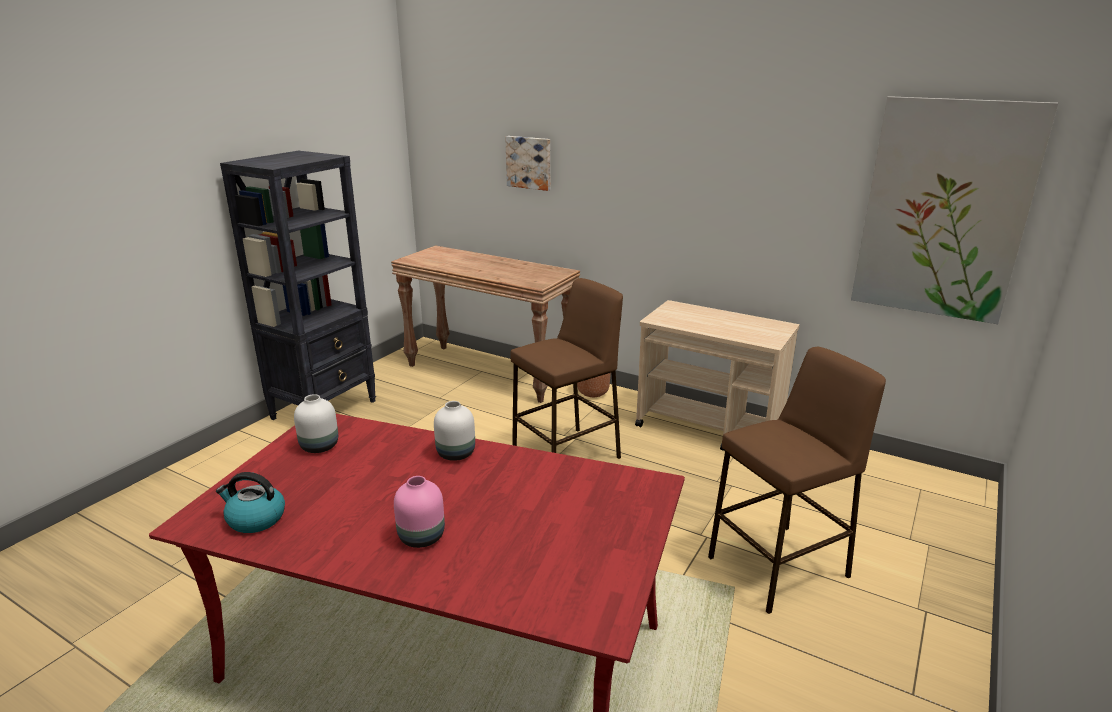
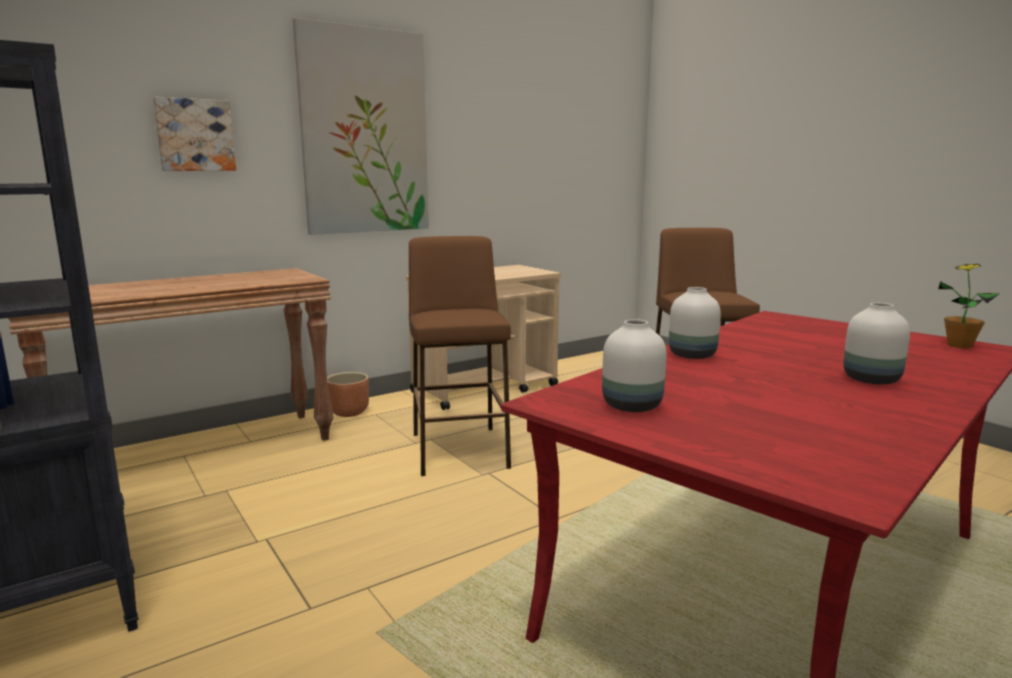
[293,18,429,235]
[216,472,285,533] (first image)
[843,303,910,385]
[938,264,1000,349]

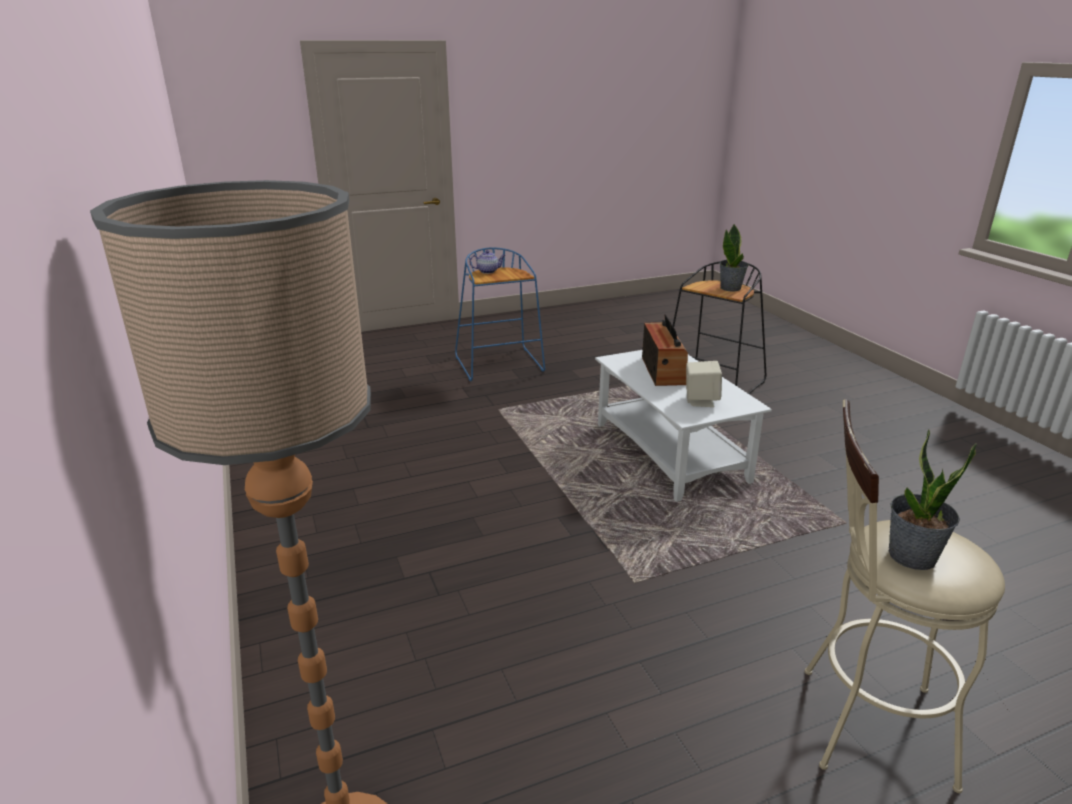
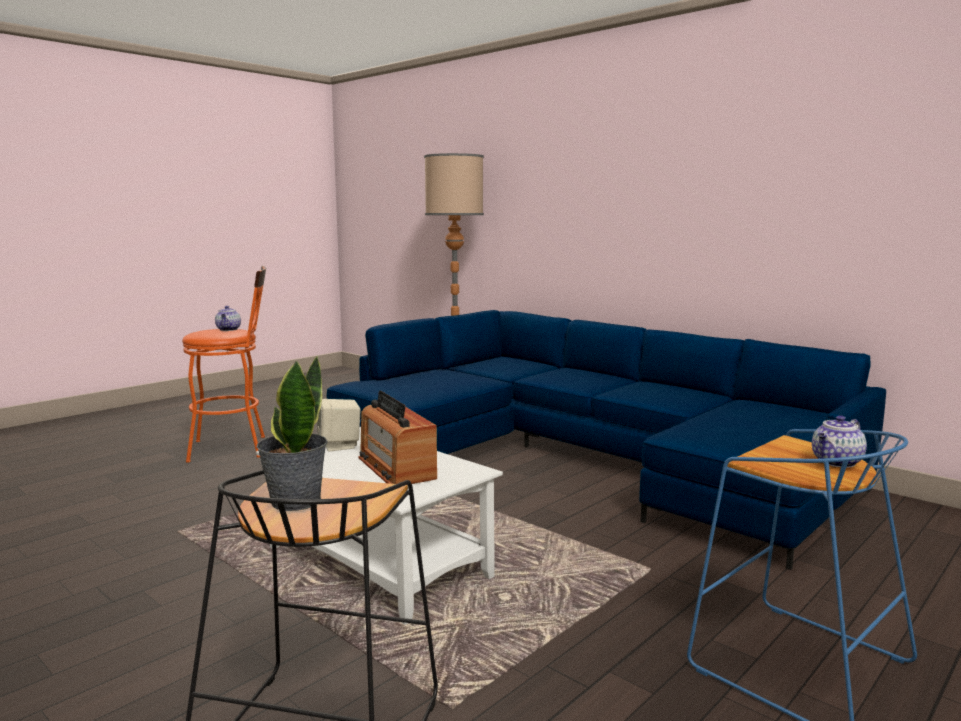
[182,266,266,463]
[215,306,241,331]
[327,310,886,570]

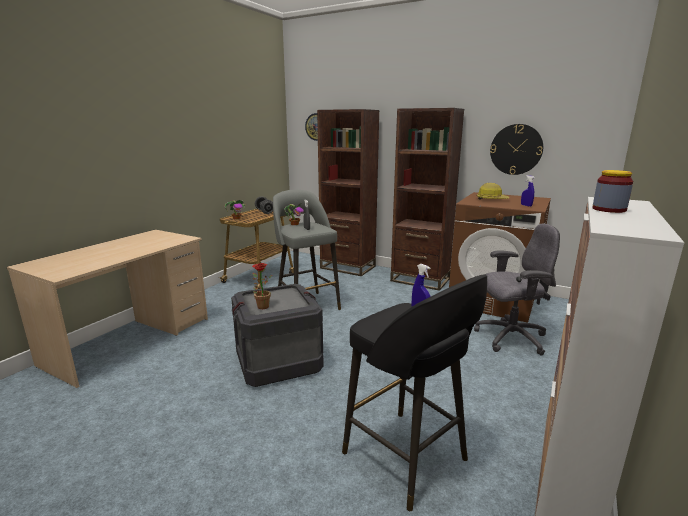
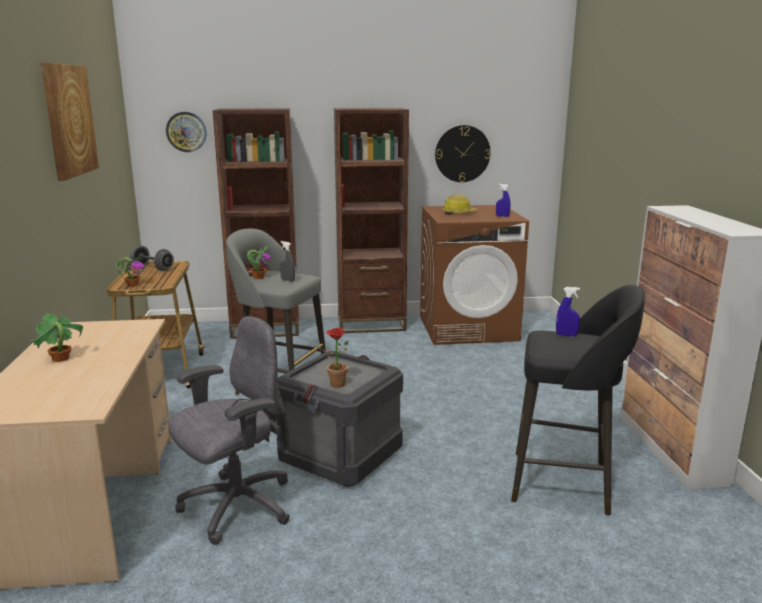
[592,170,633,213] (first image)
[168,316,290,545]
[41,62,99,181]
[29,314,83,362]

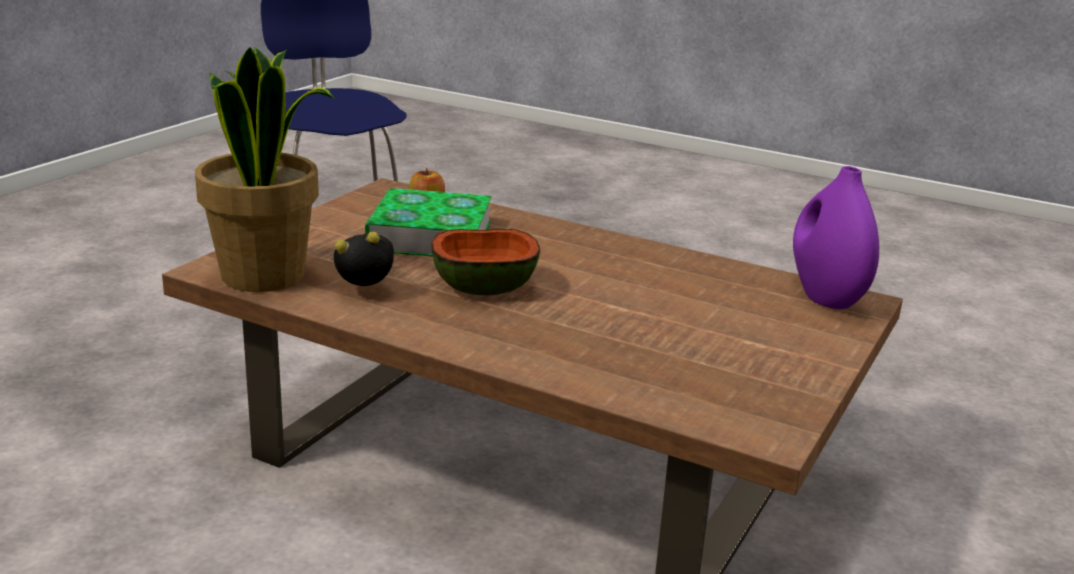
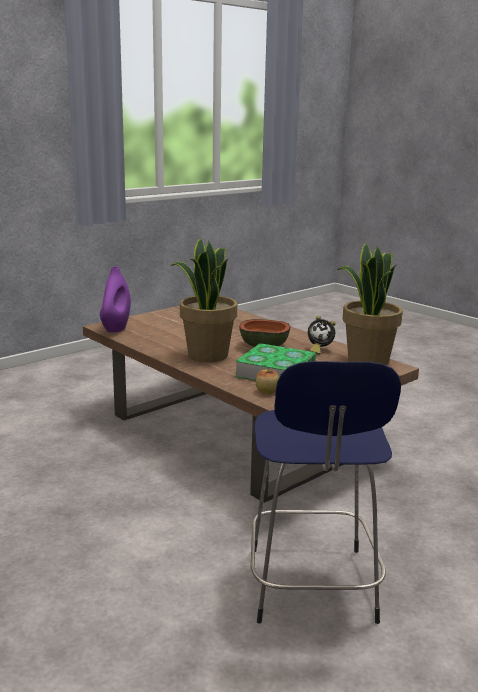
[171,238,237,362]

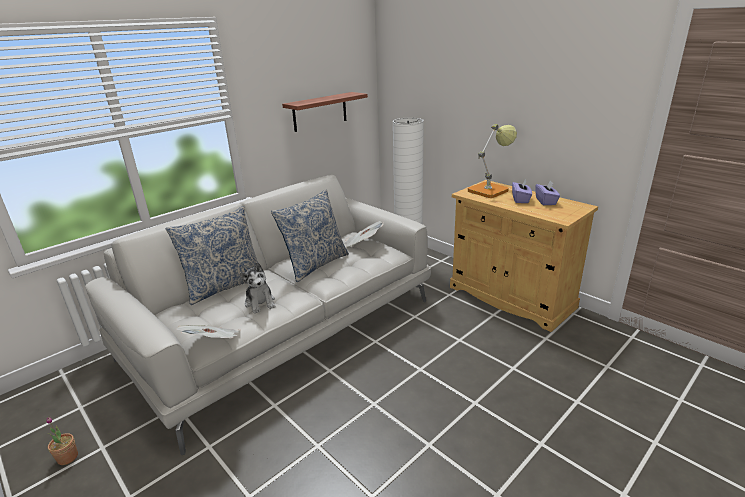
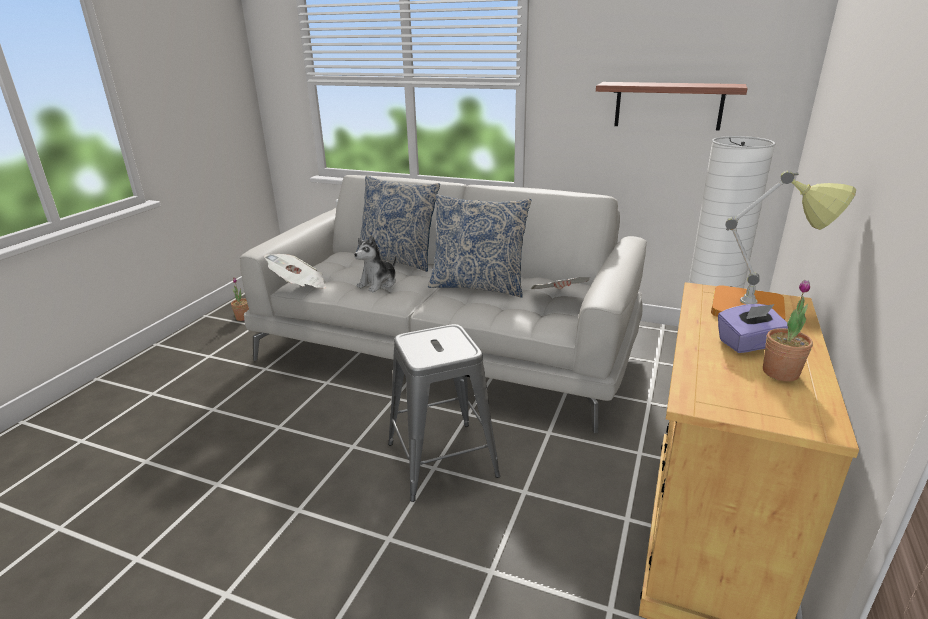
[763,280,813,382]
[388,324,500,502]

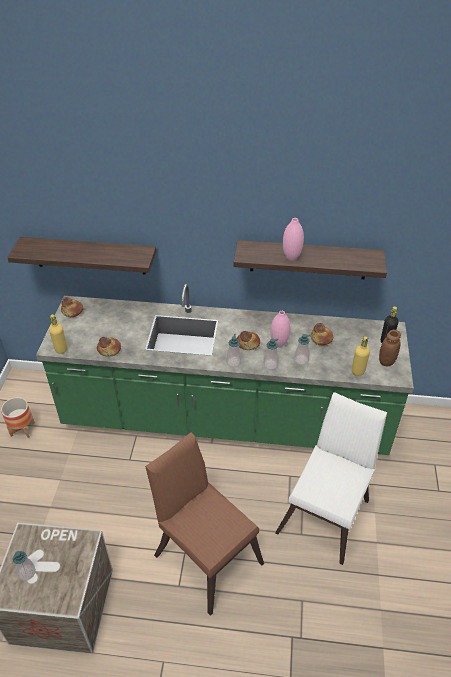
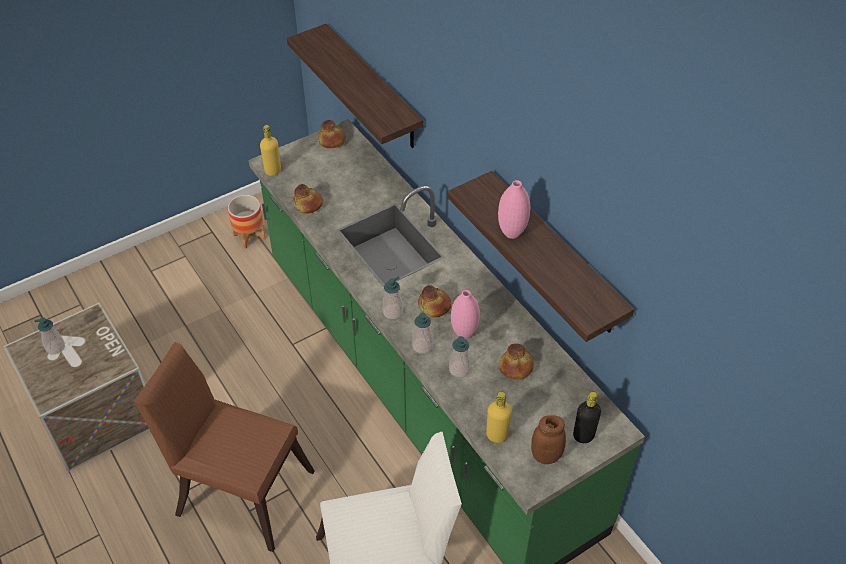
[134,342,314,552]

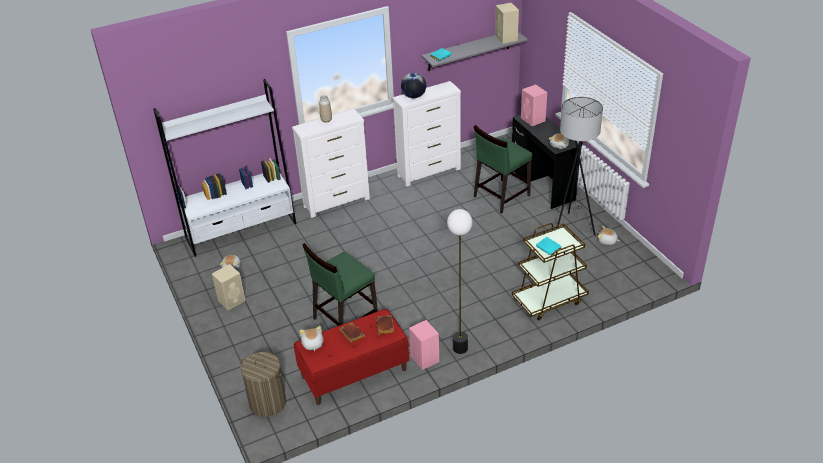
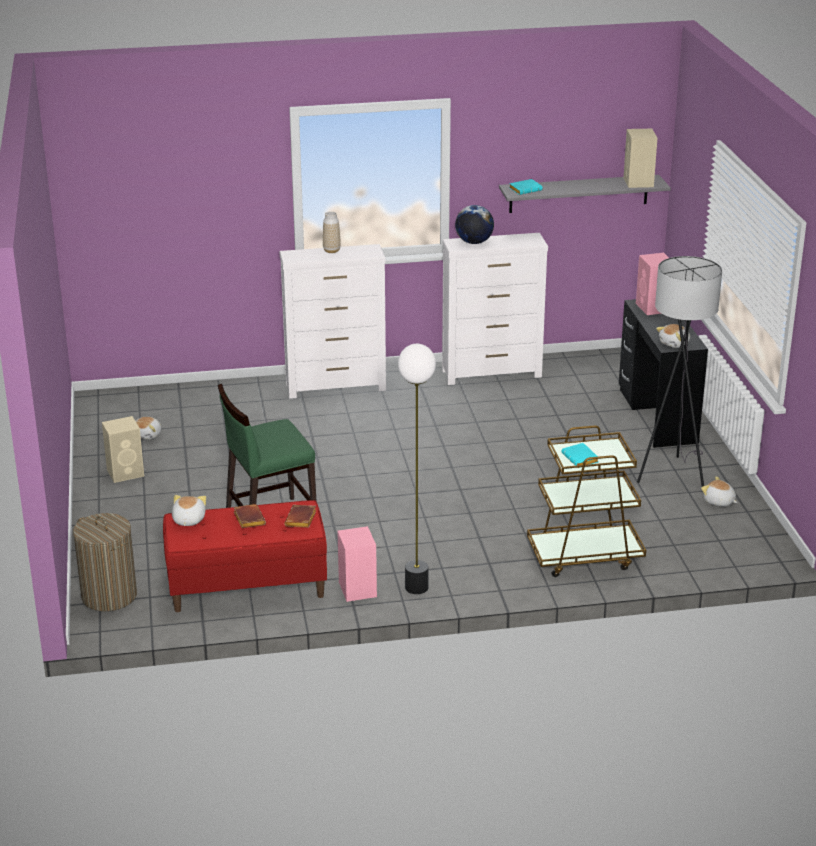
[153,79,296,257] (first image)
[474,125,532,214] (first image)

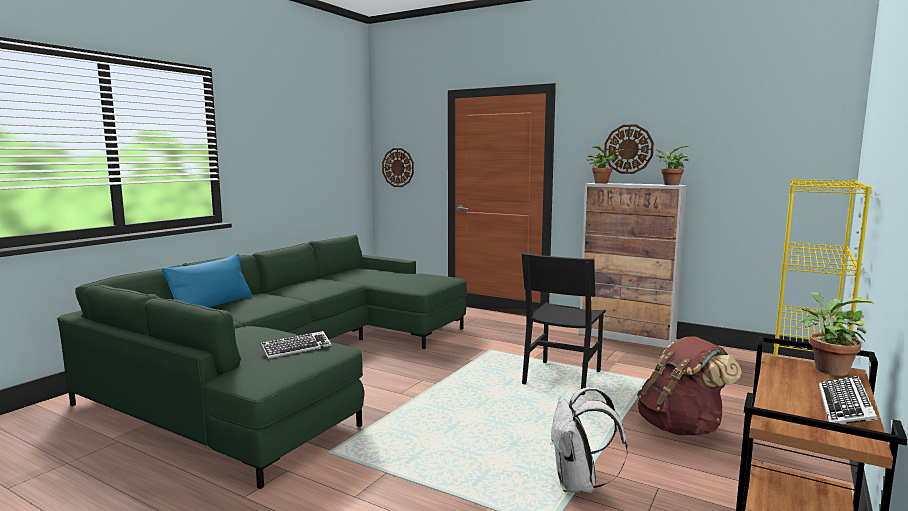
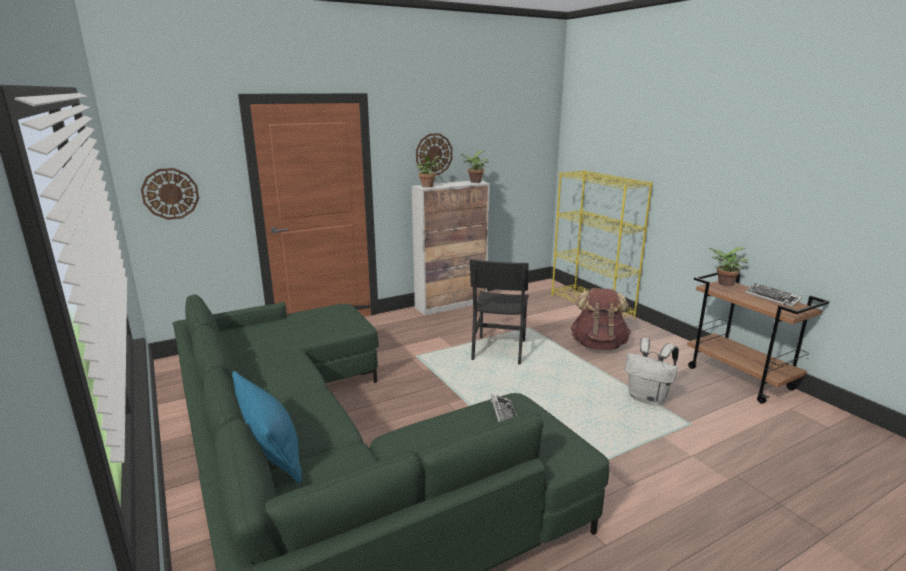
[470,259,529,365]

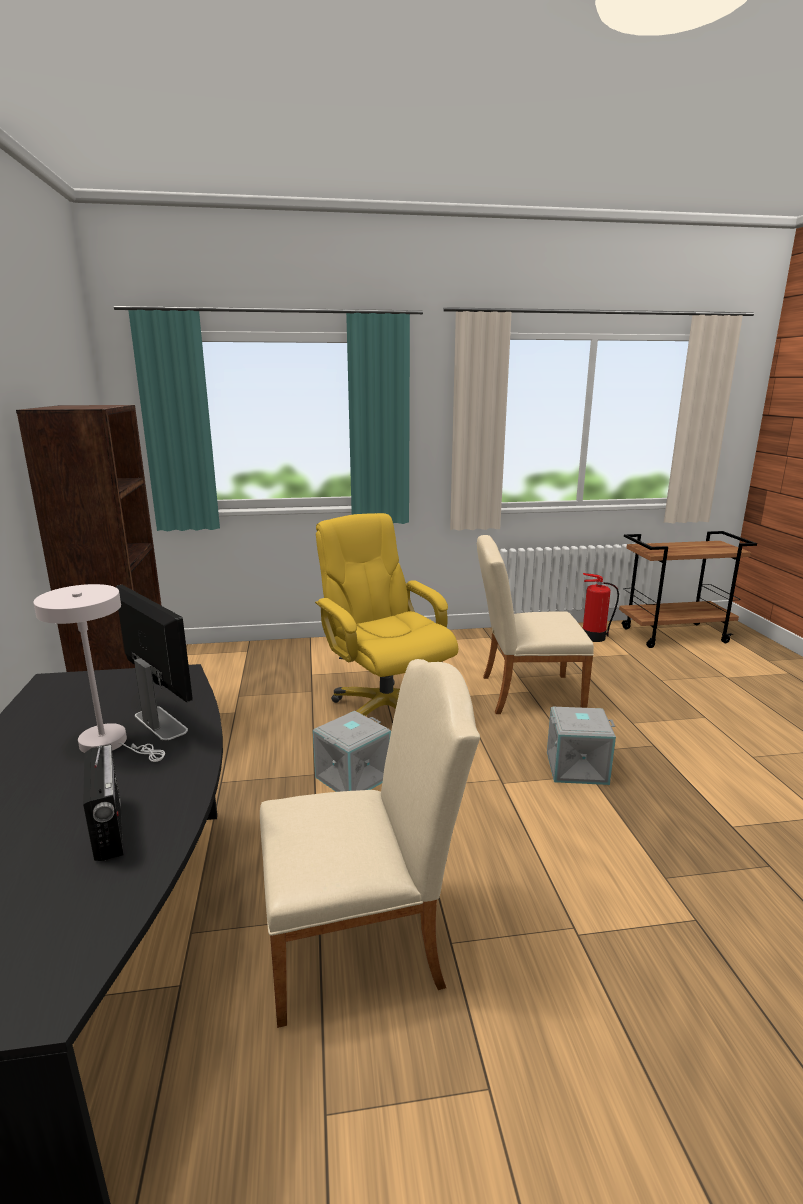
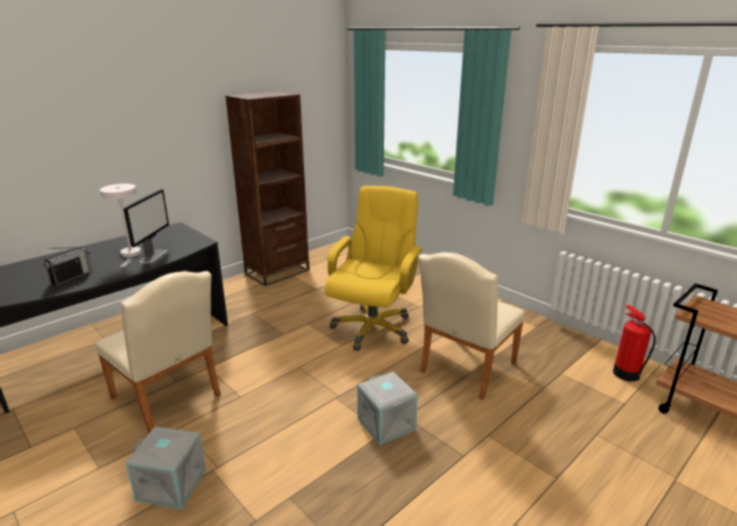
[418,252,525,400]
[125,426,206,509]

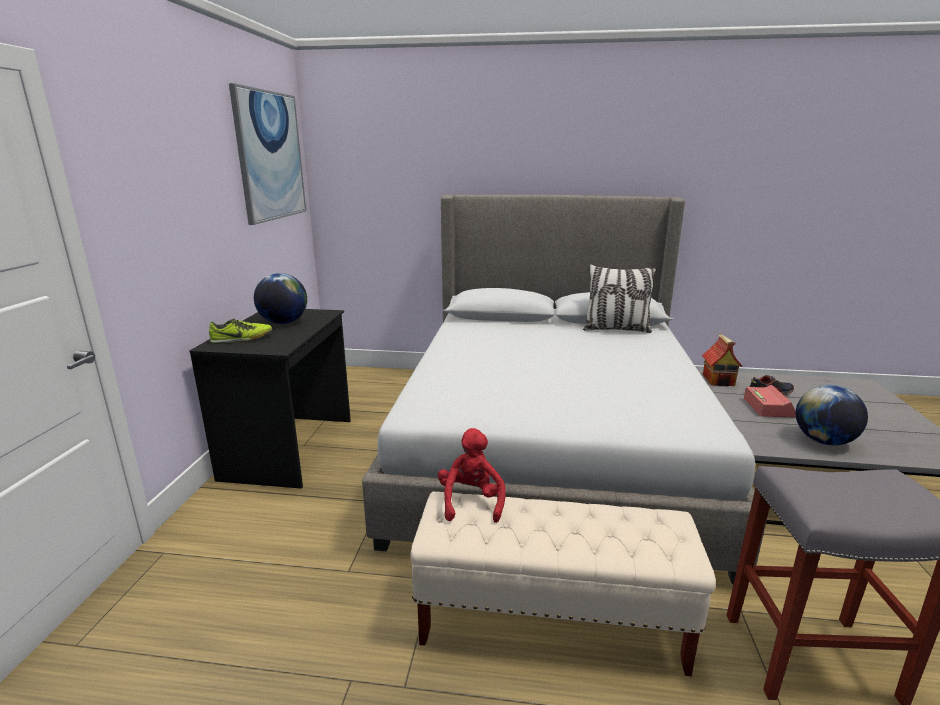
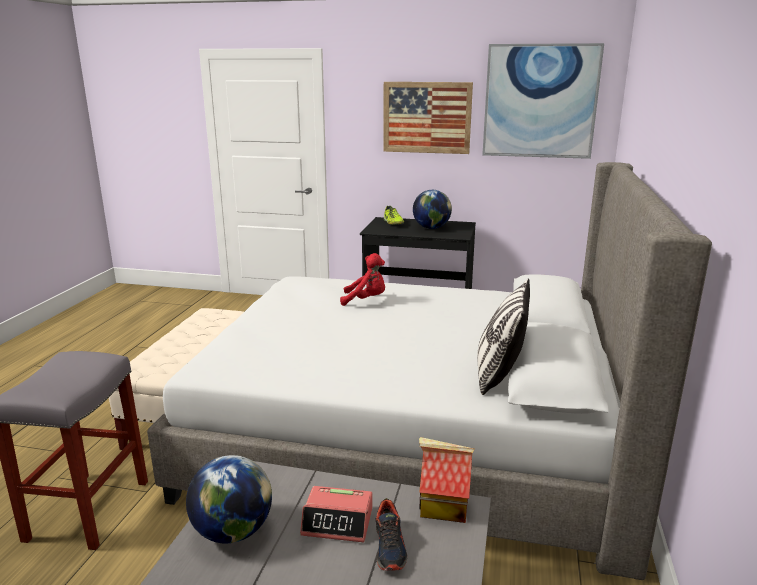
[340,253,385,306]
[383,82,473,154]

